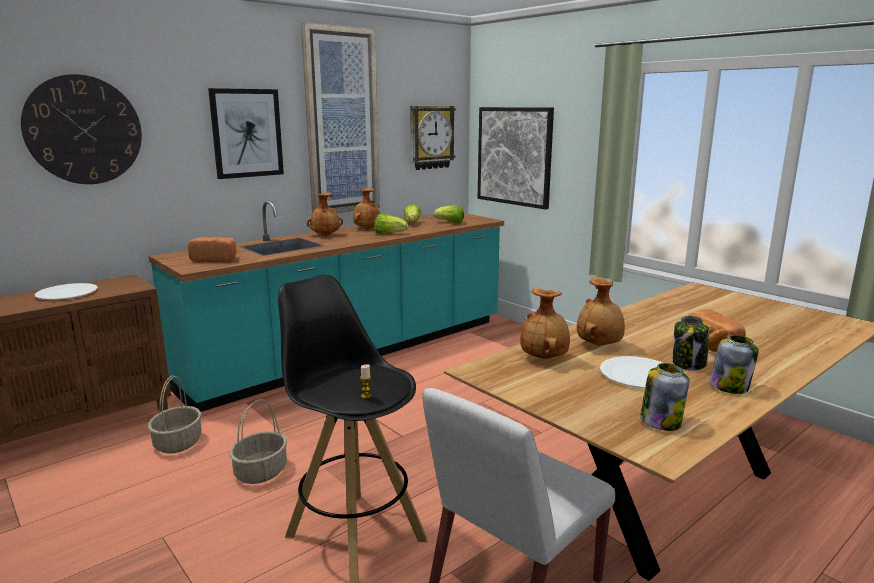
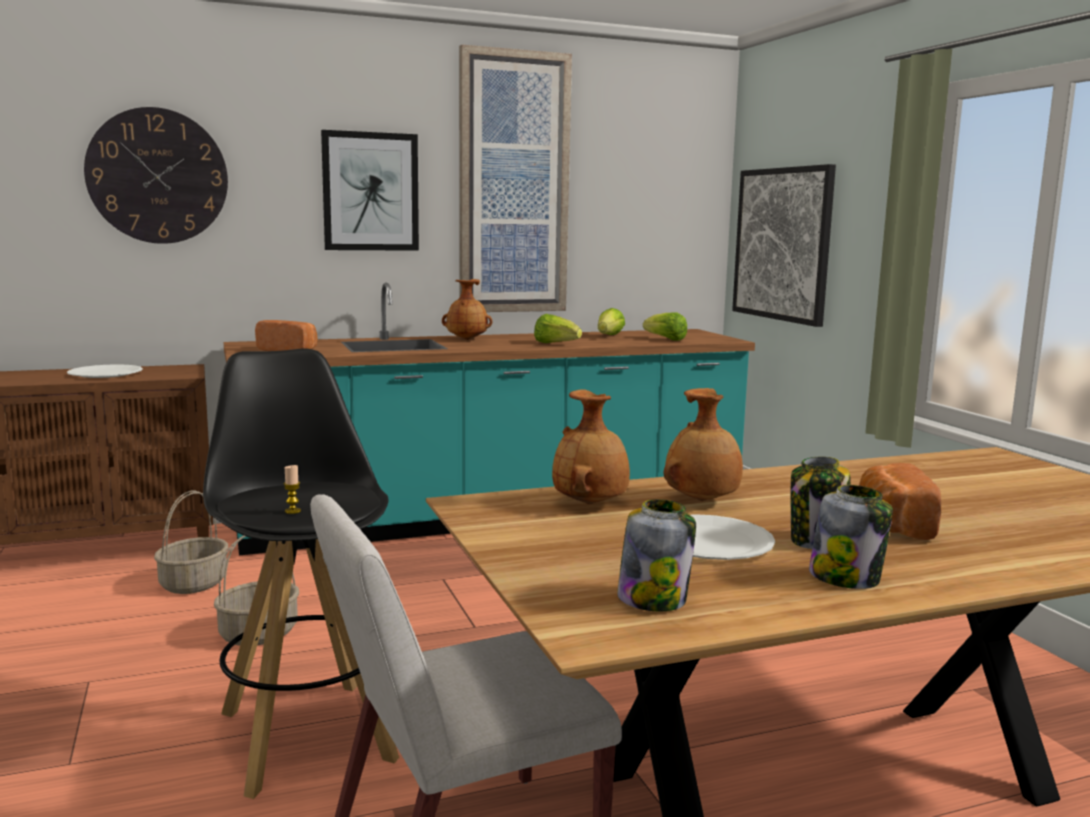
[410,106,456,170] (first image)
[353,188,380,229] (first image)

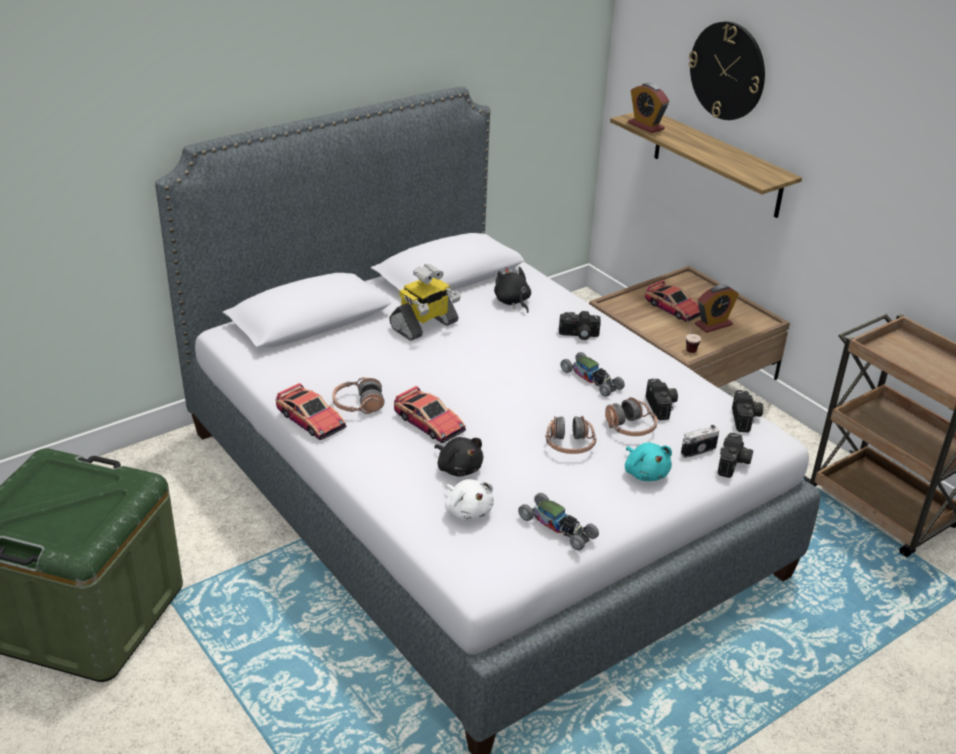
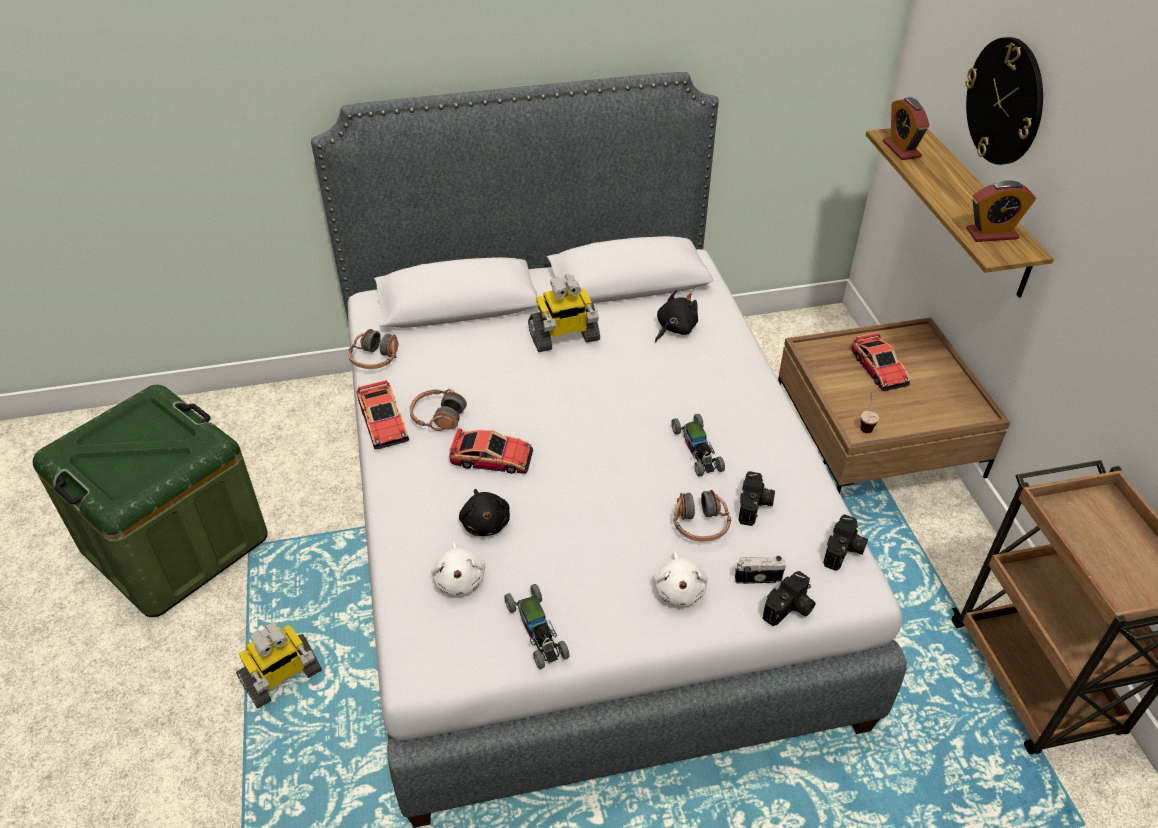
[655,290,698,342]
[966,180,1036,242]
[559,311,601,340] (first image)
[449,428,533,474]
[348,329,398,369]
[653,551,708,606]
[236,623,322,709]

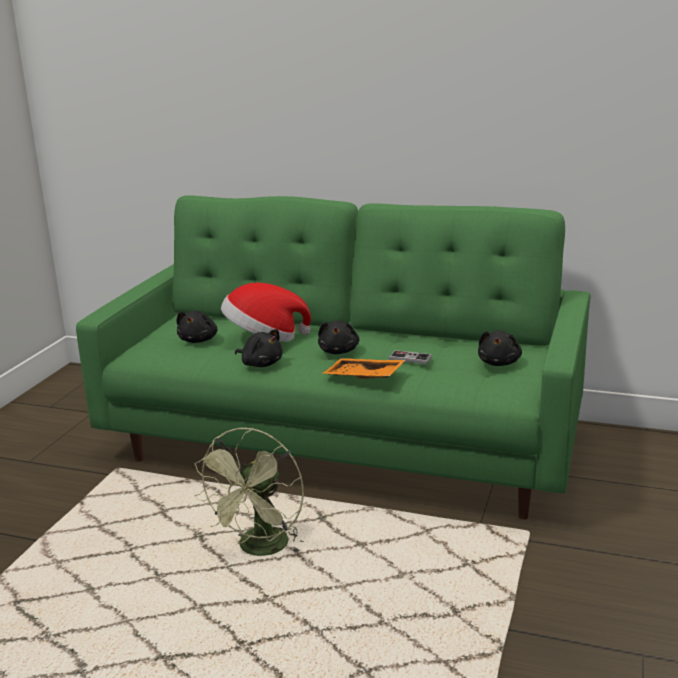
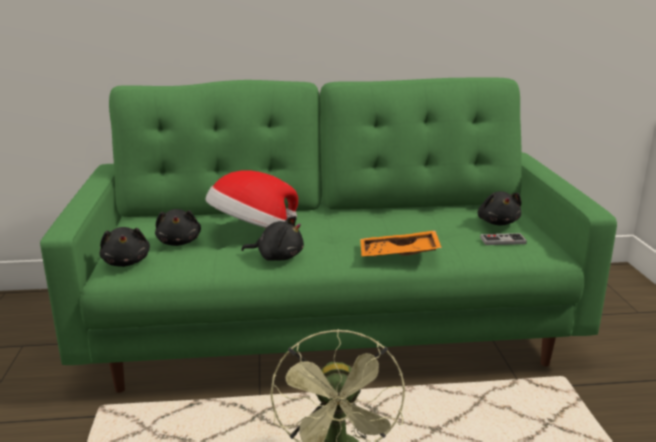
[100,227,150,267]
[480,233,527,245]

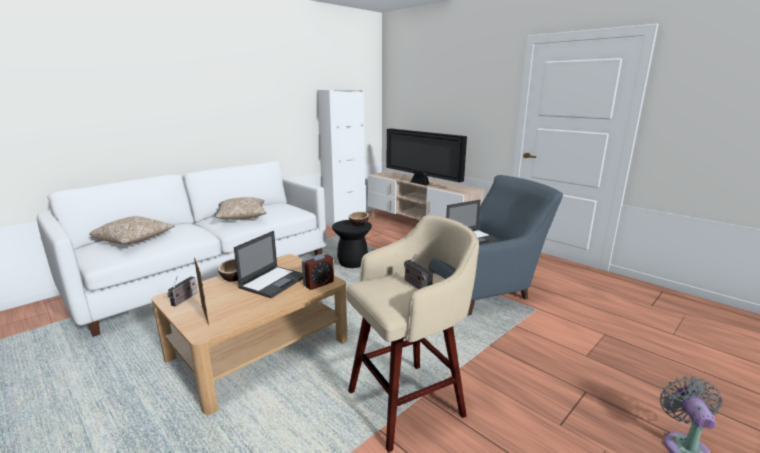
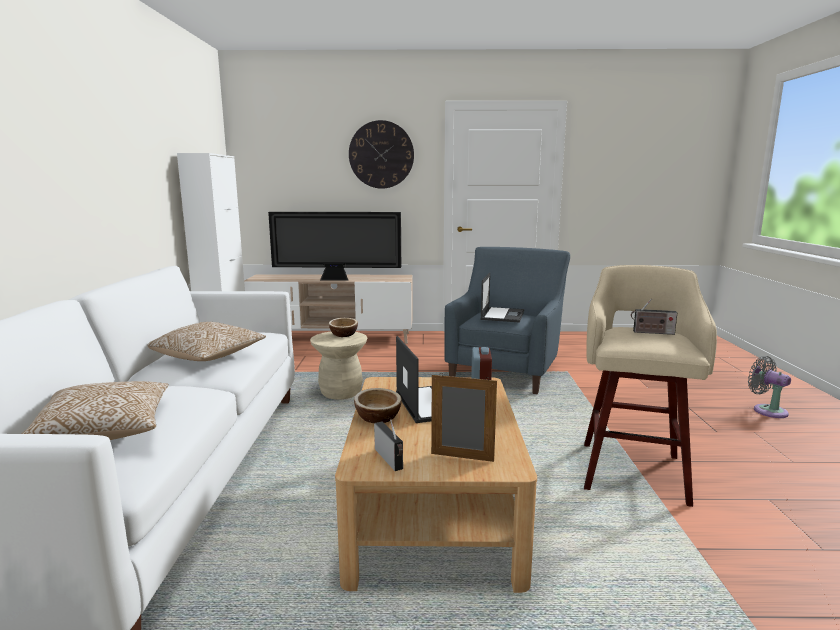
[310,332,367,400]
[349,120,414,189]

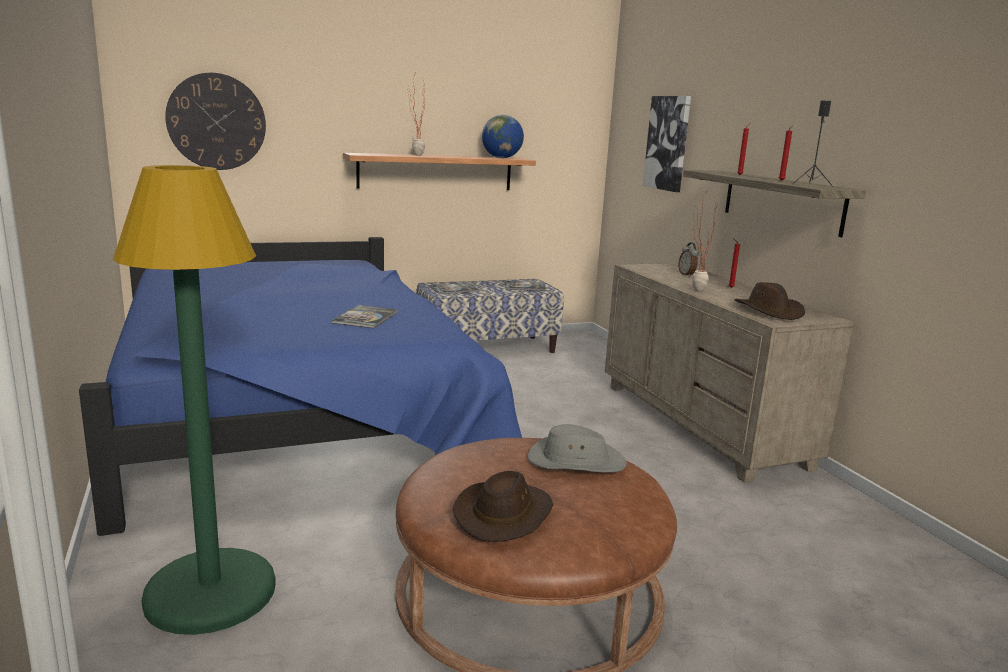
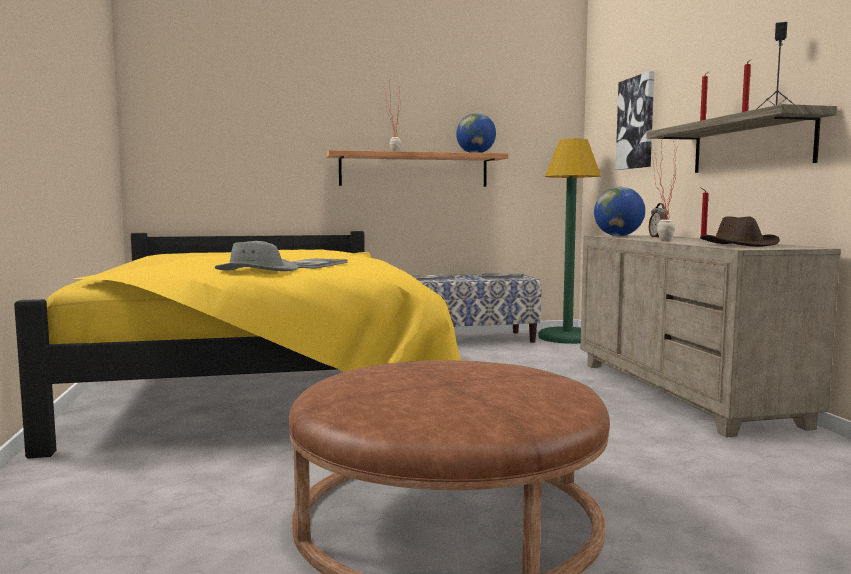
[165,73,266,170] (first image)
[538,139,601,344]
[14,231,461,459]
[215,241,299,271]
[453,471,553,542] (first image)
[594,187,645,236]

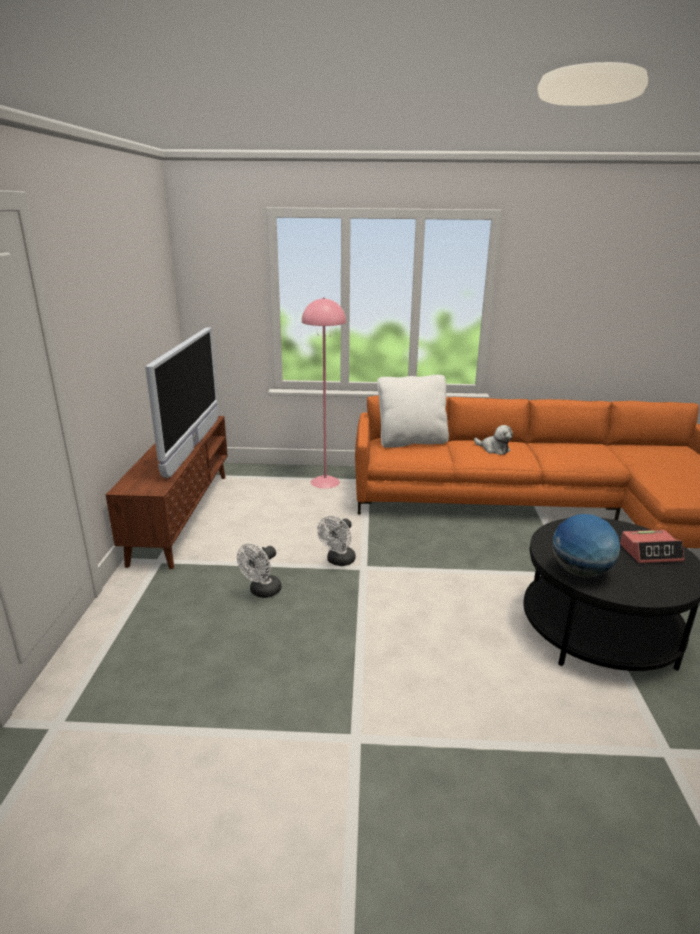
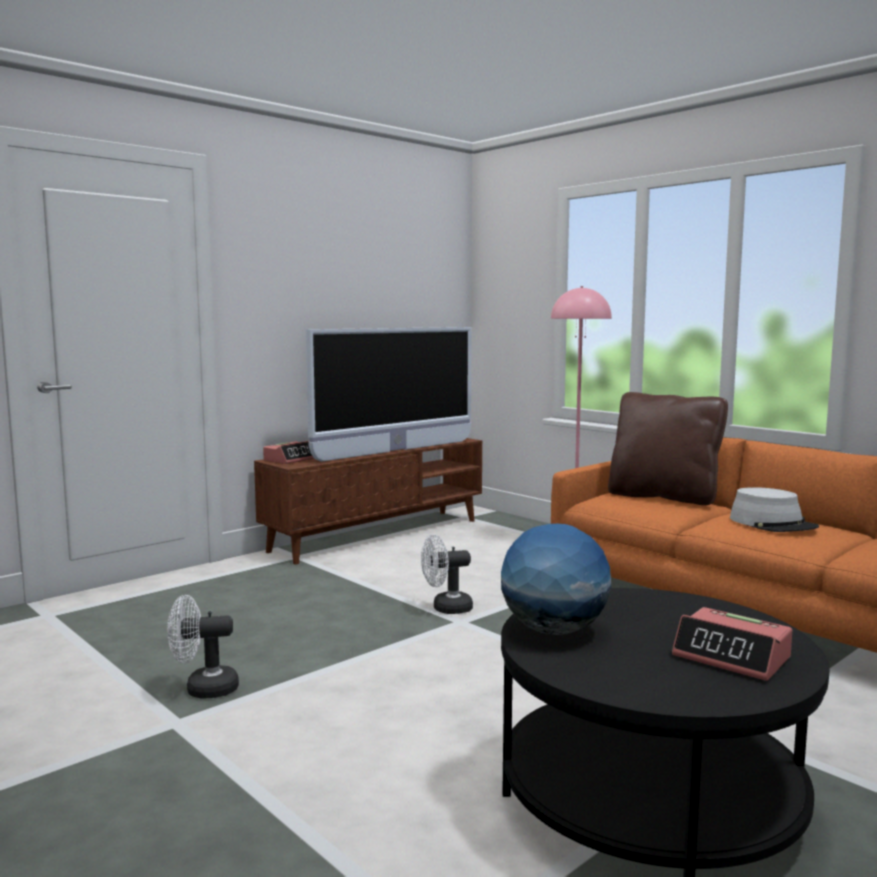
[608,392,728,505]
[730,487,819,532]
[167,595,239,699]
[263,441,314,464]

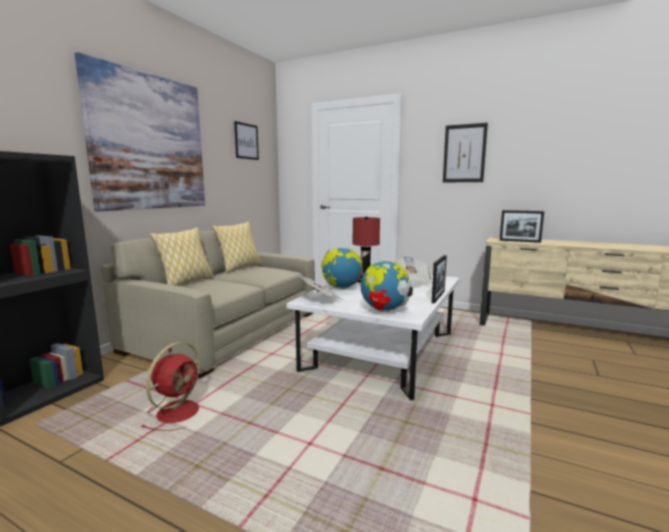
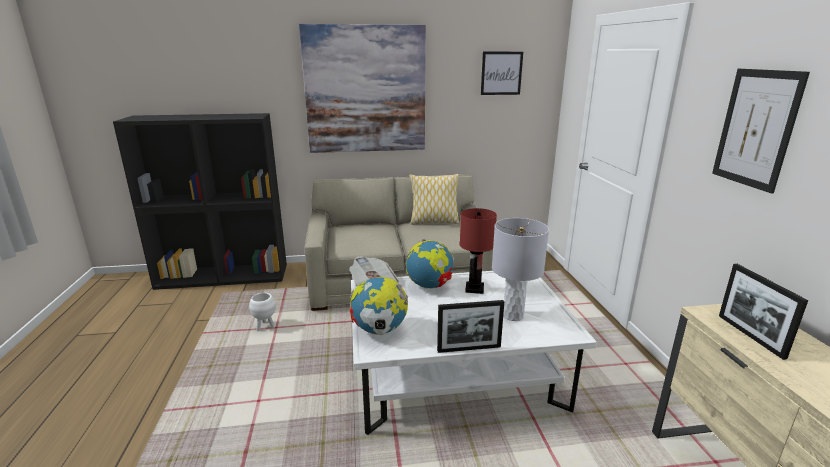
[150,228,214,286] (first image)
[492,218,549,321]
[249,293,276,331]

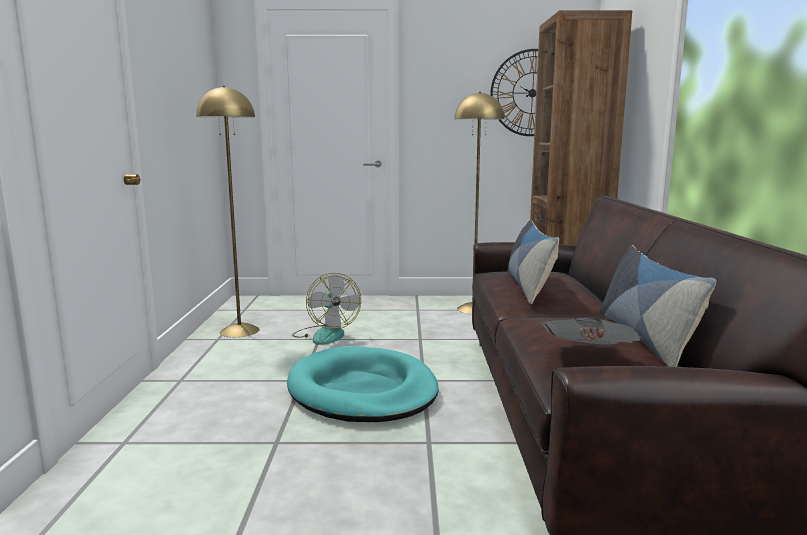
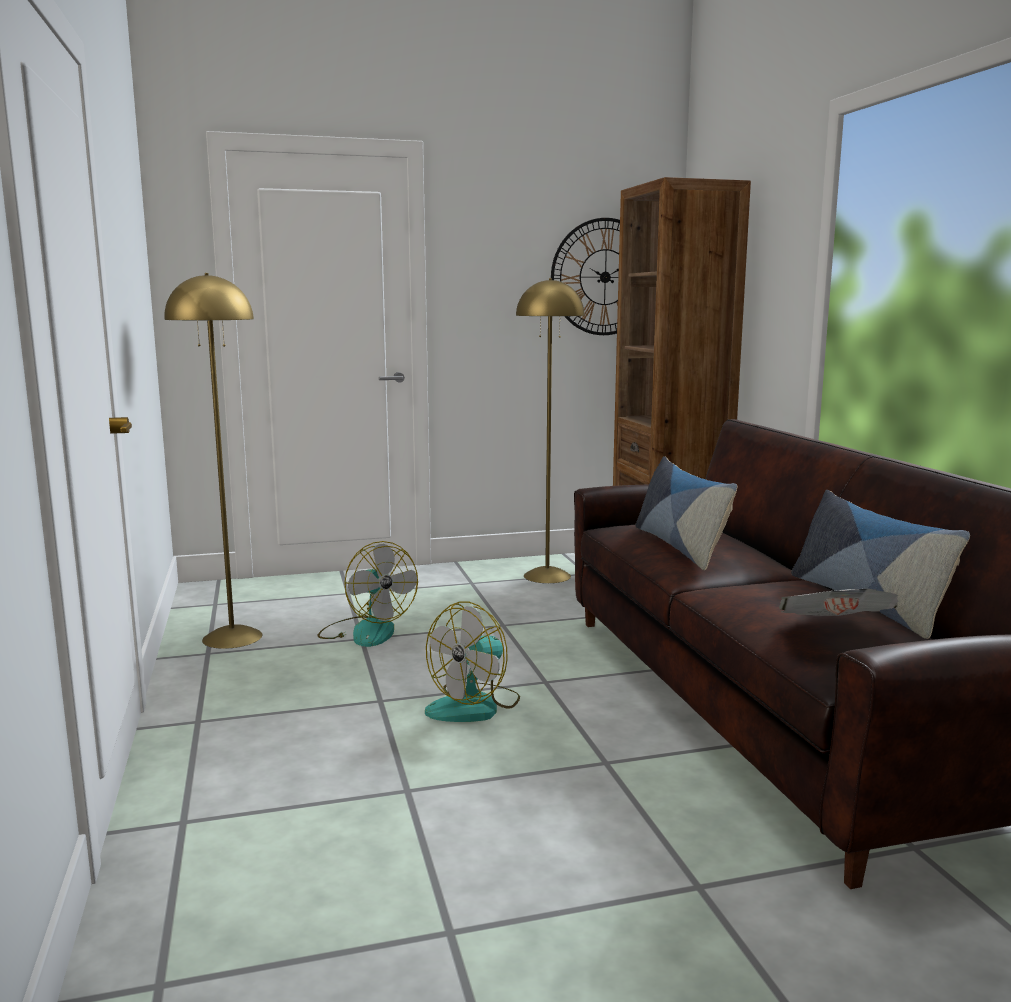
[425,602,520,722]

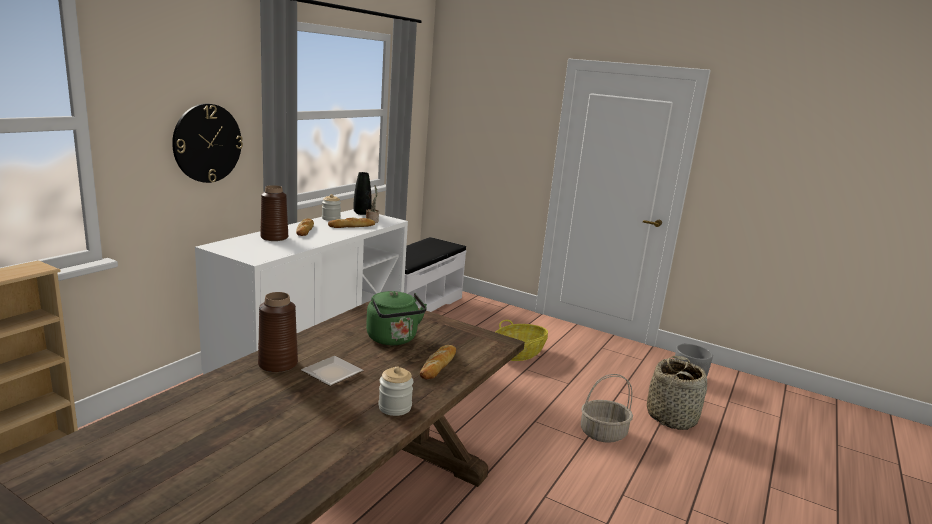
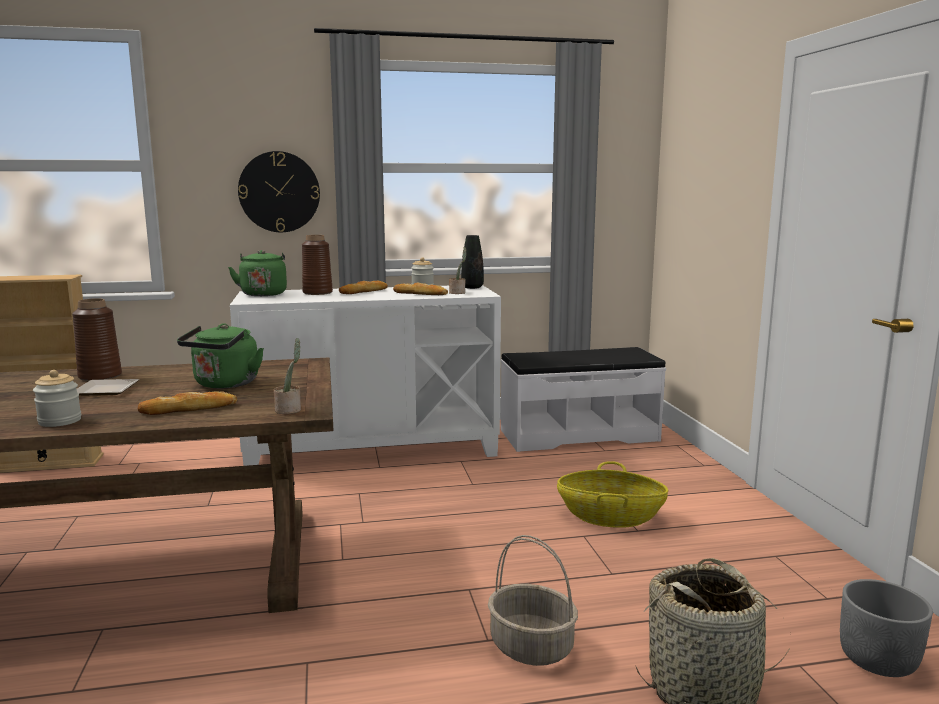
[228,250,287,296]
[273,338,301,414]

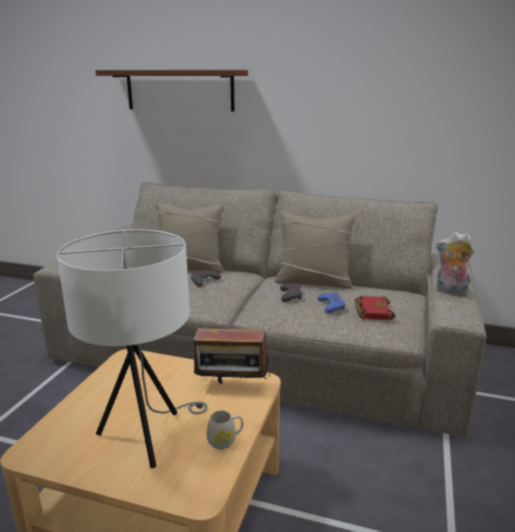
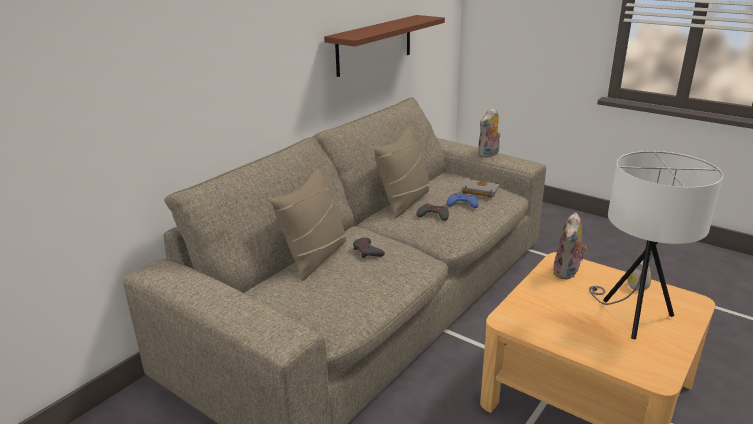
[324,15,445,77]
[462,178,500,198]
[553,212,587,280]

